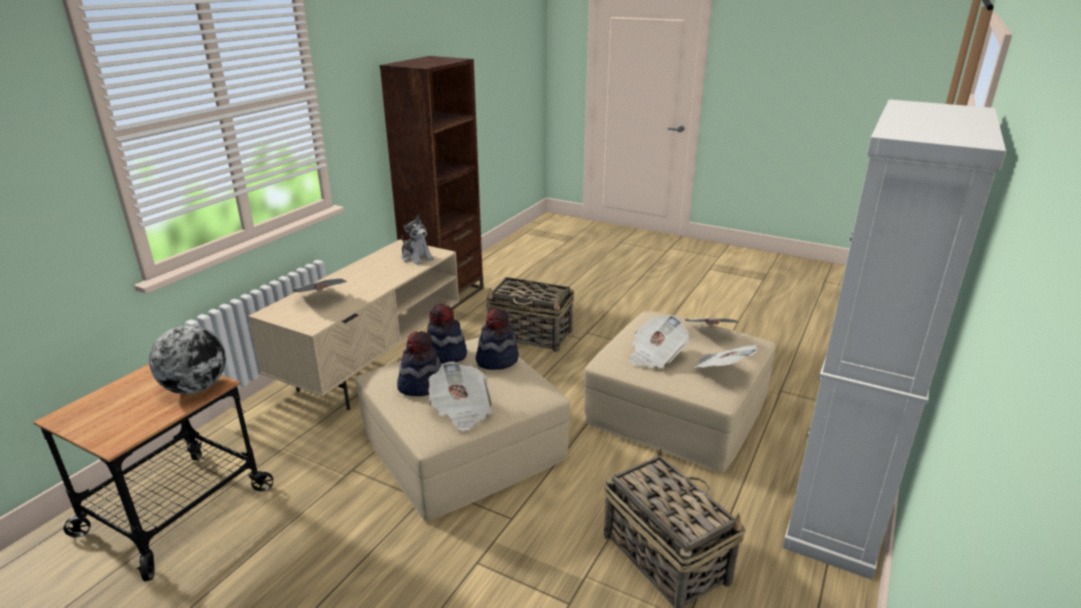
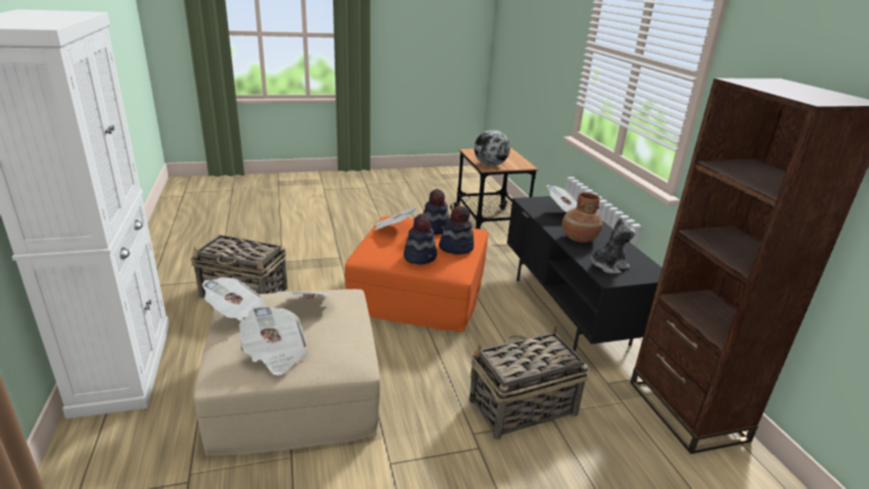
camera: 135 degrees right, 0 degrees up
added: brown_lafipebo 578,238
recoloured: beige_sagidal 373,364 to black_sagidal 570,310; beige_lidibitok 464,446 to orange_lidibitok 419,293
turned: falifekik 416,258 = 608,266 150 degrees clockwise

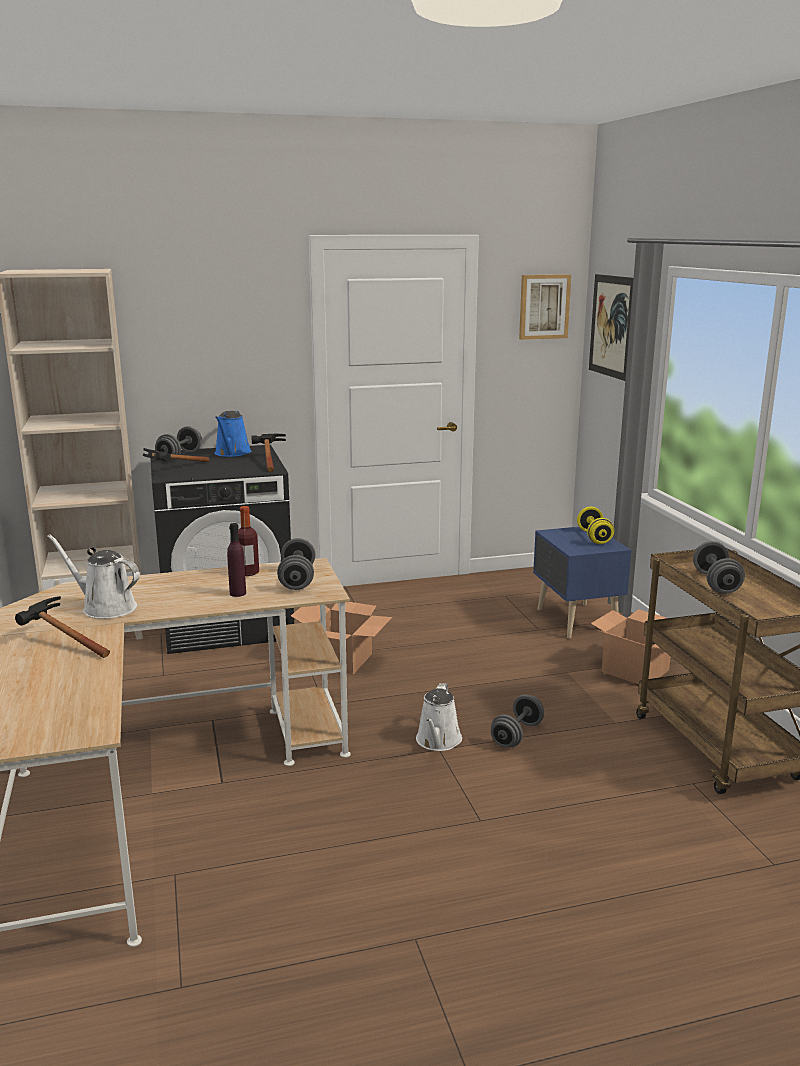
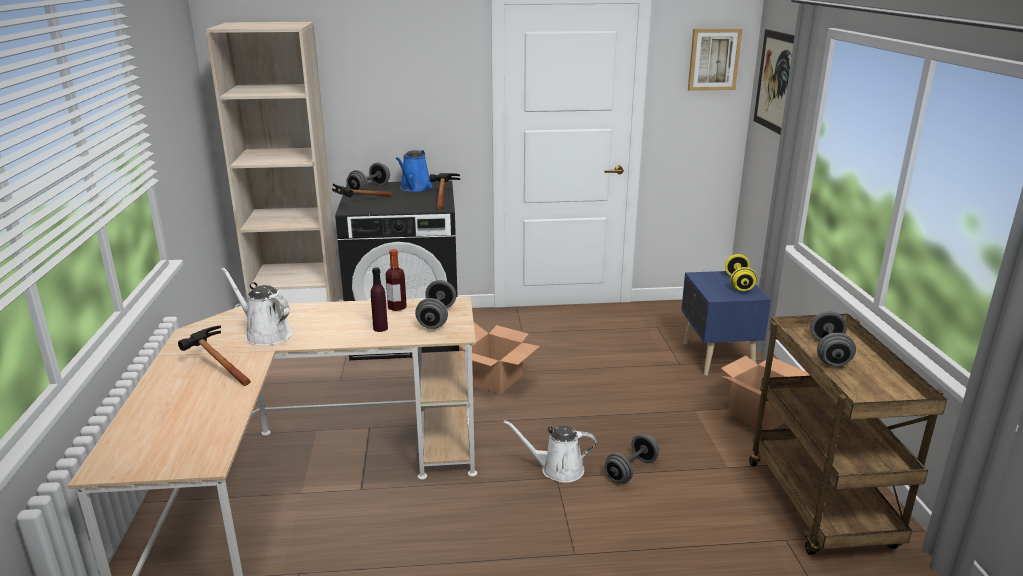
camera: 10 degrees right, 5 degrees up
turned: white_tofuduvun 438,741 = 557,469 75 degrees clockwise

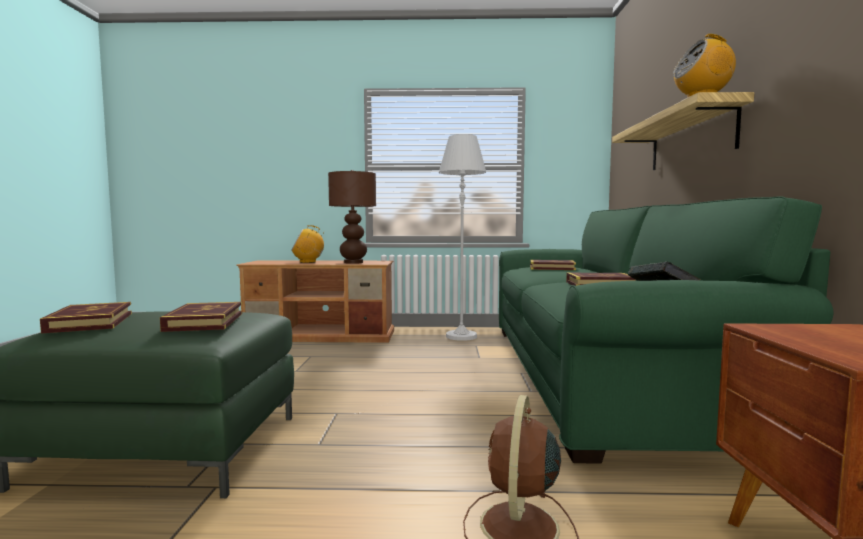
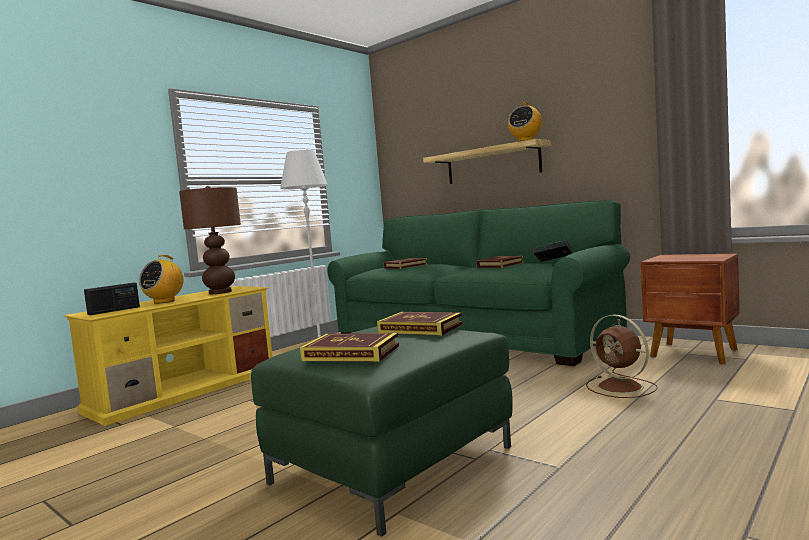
camera: 50 degrees left, 0 degrees up
added: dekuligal 114,310
recoloured: brown_sagidal 321,335 to yellow_sagidal 187,389

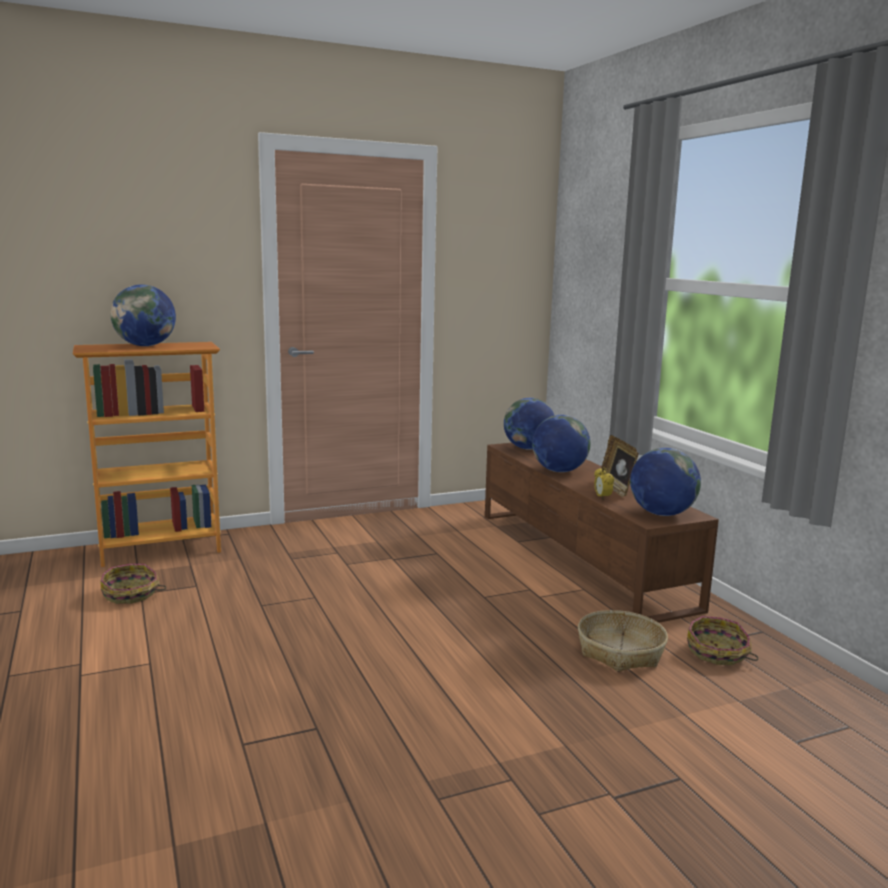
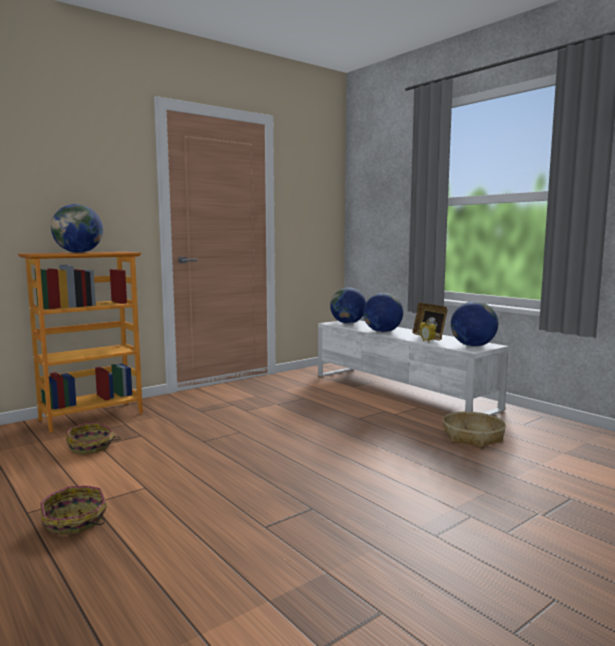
camera: 15 degrees left, 5 degrees down
moved: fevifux 717,653 to 75,522
recoloured: brown_sagidal 580,558 to white_sagidal 401,391

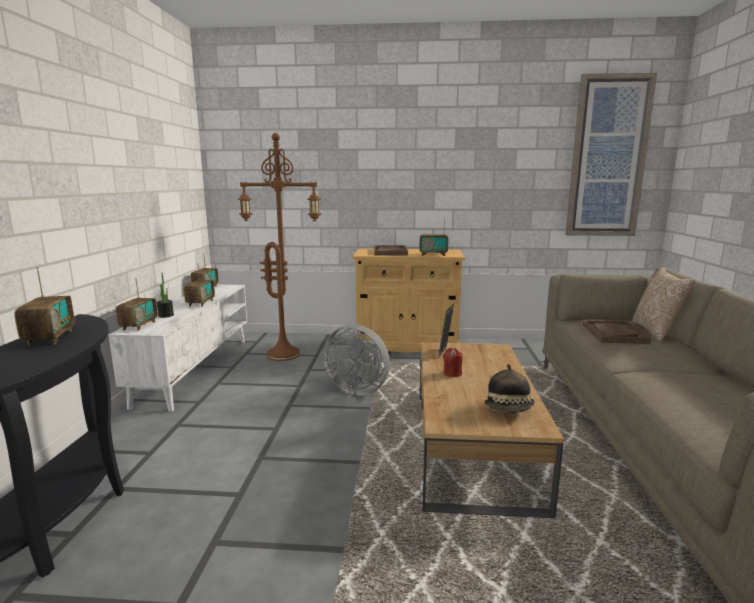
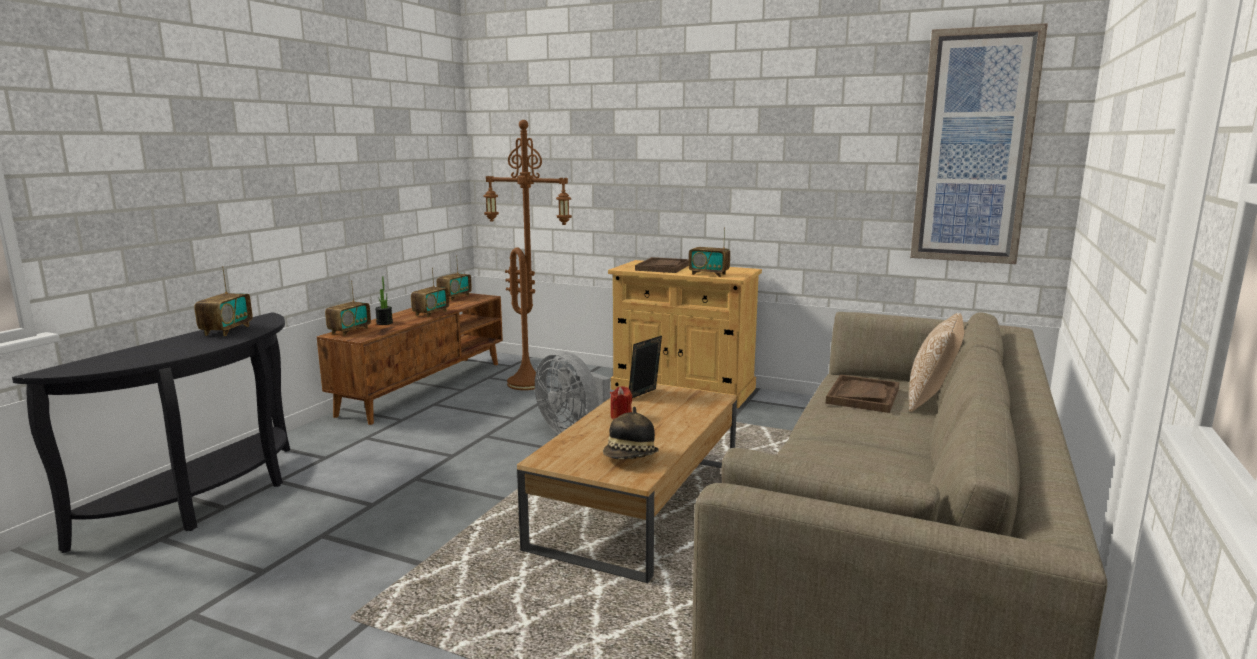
camera: 20 degrees right, 0 degrees up
recoloured: white_sagidal 195,369 to brown_sagidal 424,387

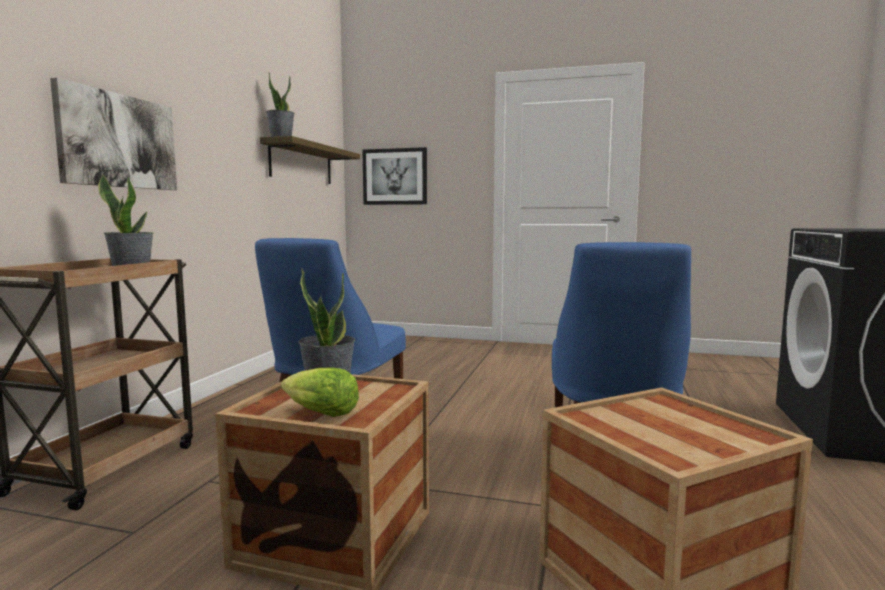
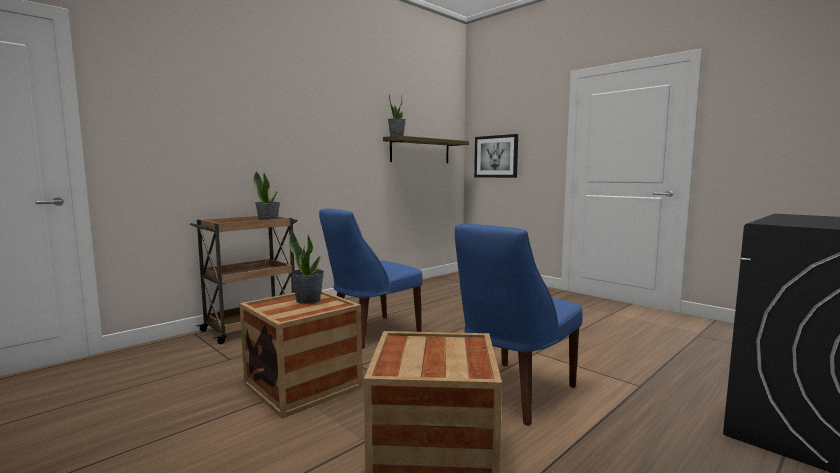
camera: 30 degrees right, 0 degrees up
removed: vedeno 118,141; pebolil 320,413

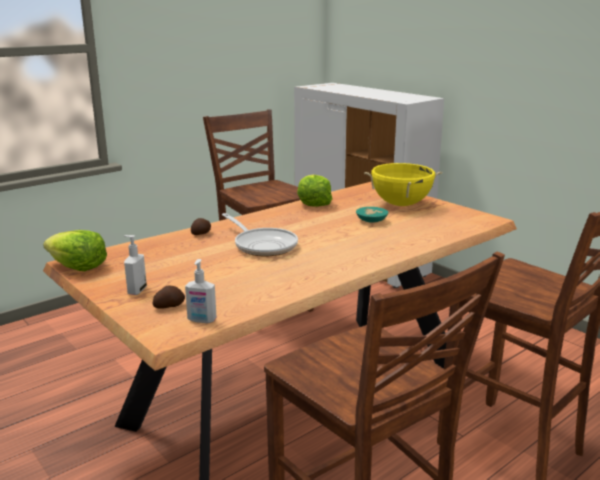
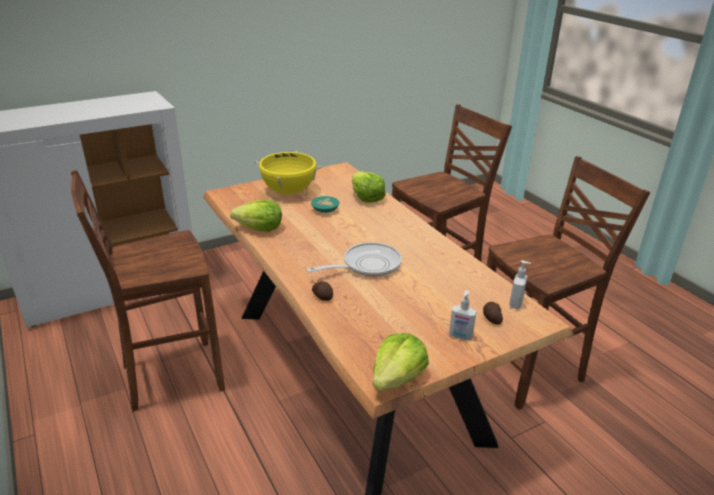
camera: 80 degrees left, 10 degrees up
added: pebolil 366,198

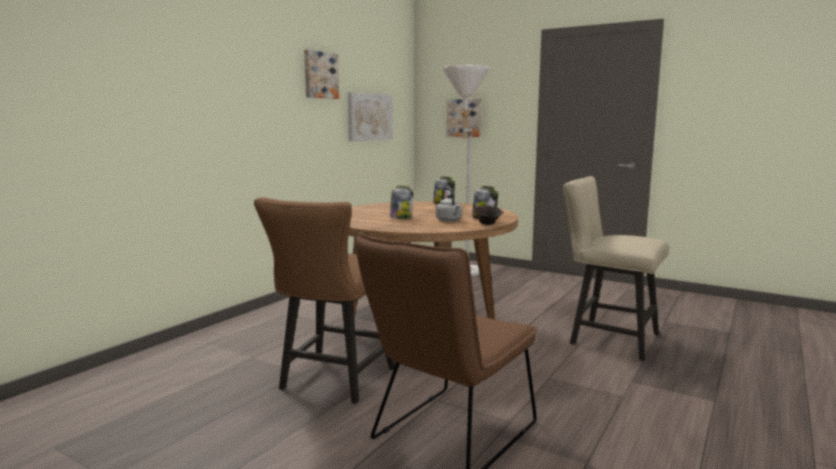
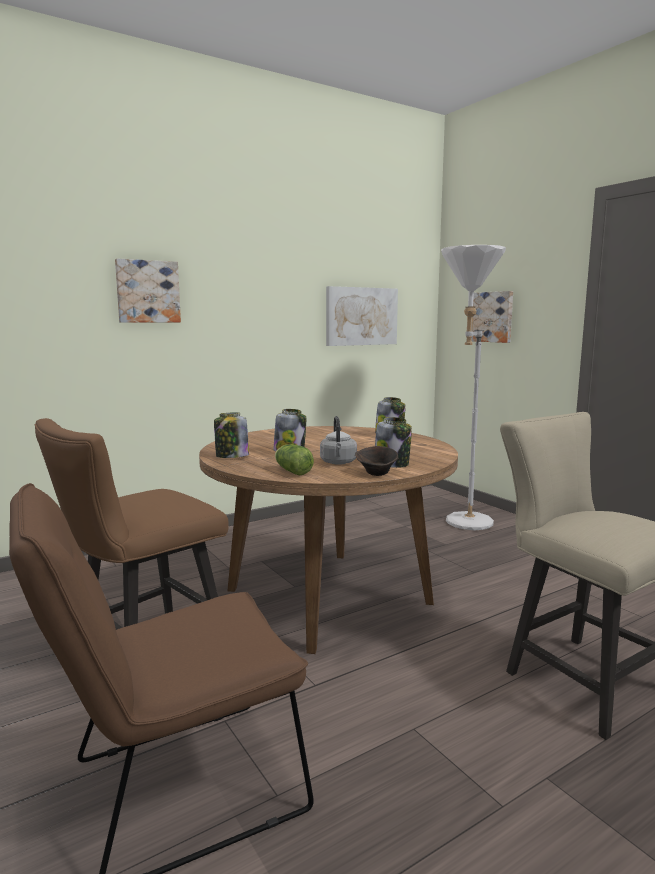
camera: 25 degrees right, 0 degrees up
added: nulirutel 231,456; pebolil 292,471
moved: vedeno 320,75 to 147,291

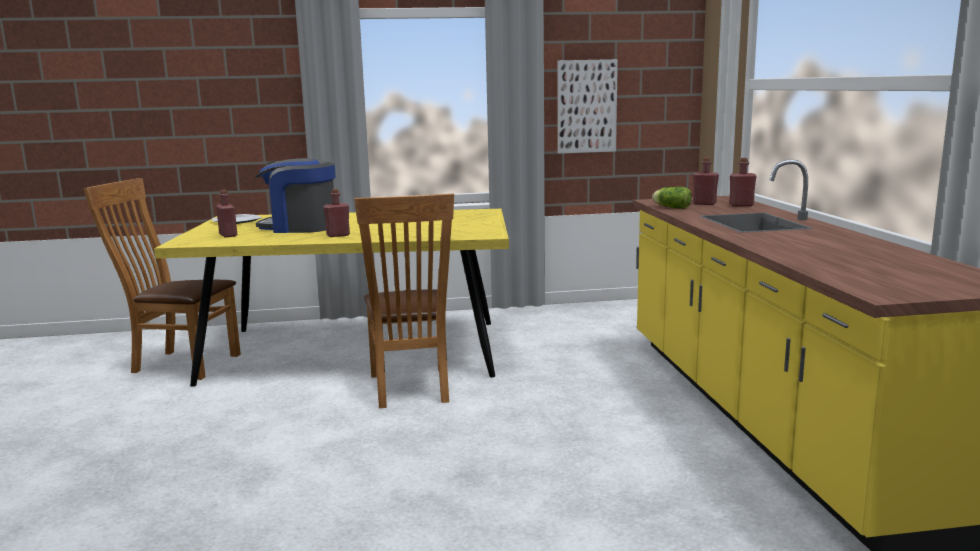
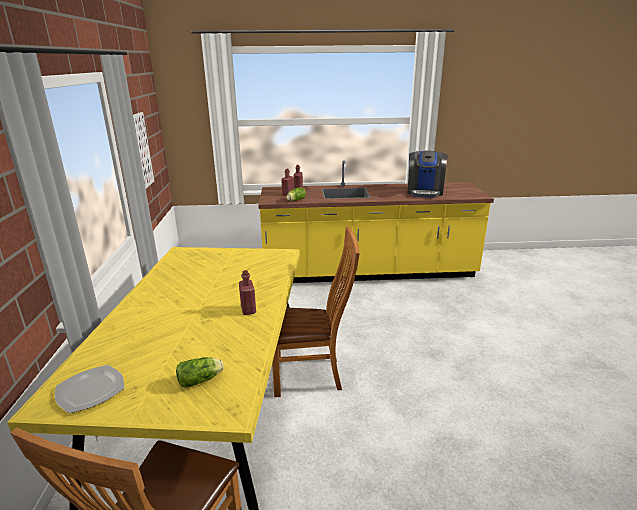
camera: 85 degrees left, 10 degrees up
moved: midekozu 300,227 to 425,192
replaced: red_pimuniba 228,235 to pebolil 201,380

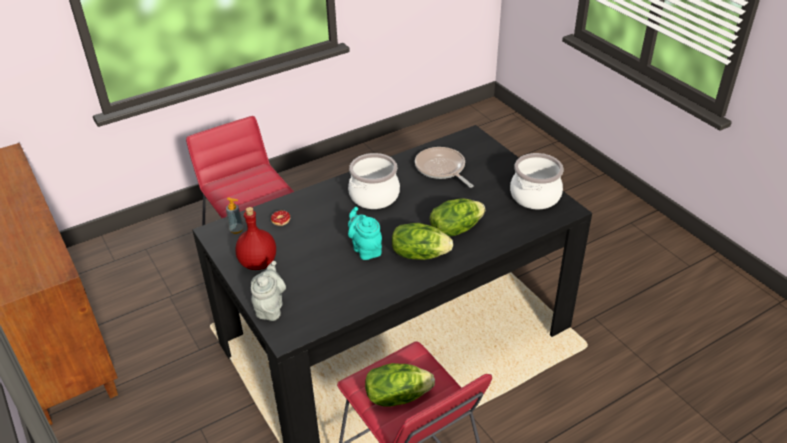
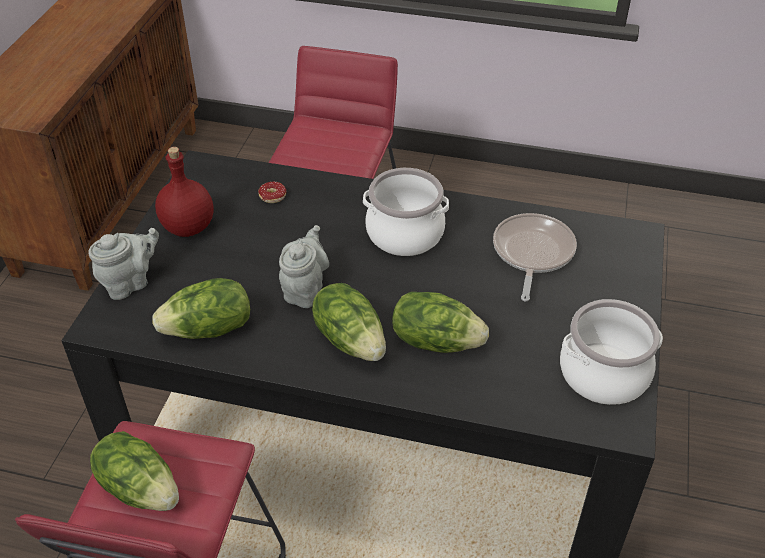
camera: 45 degrees right, 5 degrees up
removed: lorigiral 236,229
added: pebolil 209,330
recoloured: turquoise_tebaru 365,249 to grey_tebaru 305,290

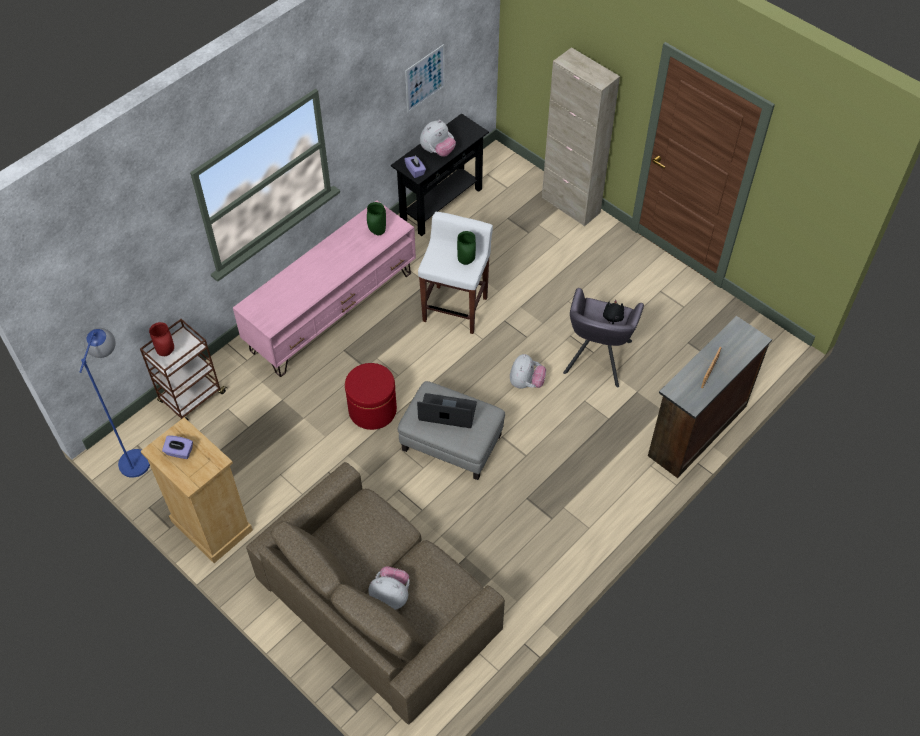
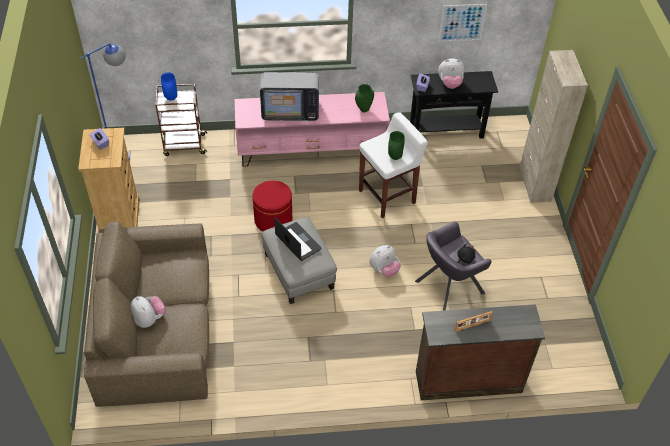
camera: 40 degrees right, 5 degrees down
added: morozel 290,110
recoloured: red_lafipebo 166,352 to blue_lafipebo 170,98

